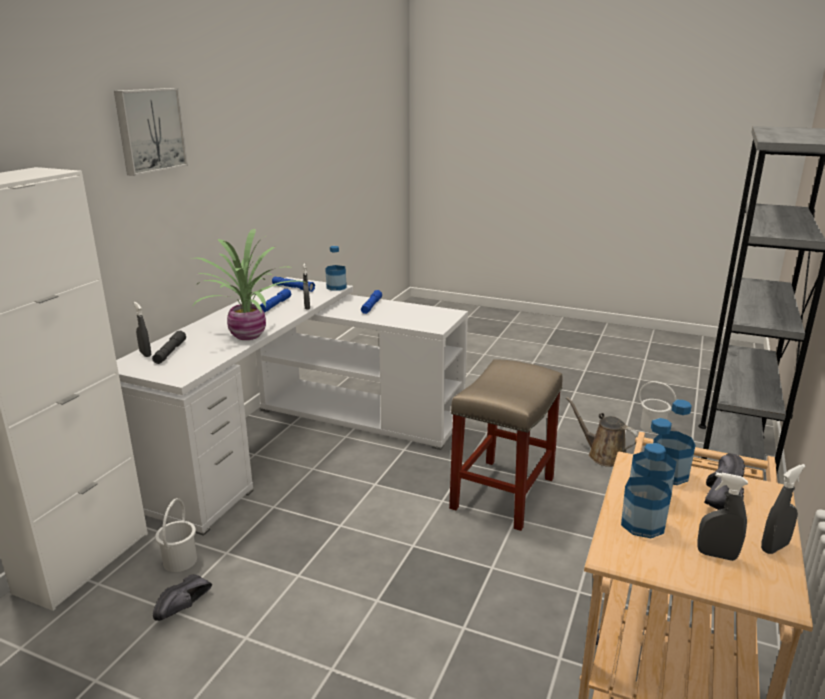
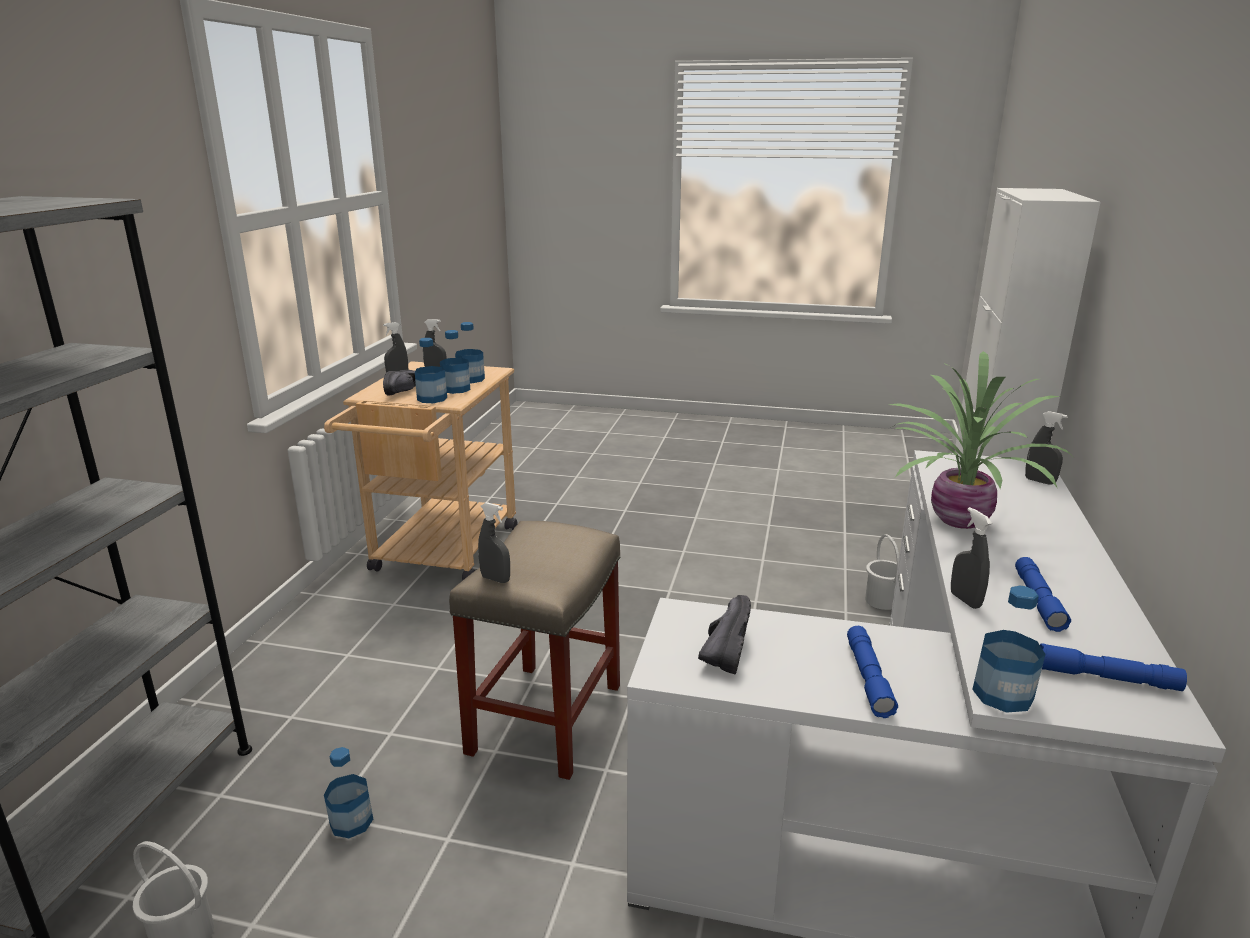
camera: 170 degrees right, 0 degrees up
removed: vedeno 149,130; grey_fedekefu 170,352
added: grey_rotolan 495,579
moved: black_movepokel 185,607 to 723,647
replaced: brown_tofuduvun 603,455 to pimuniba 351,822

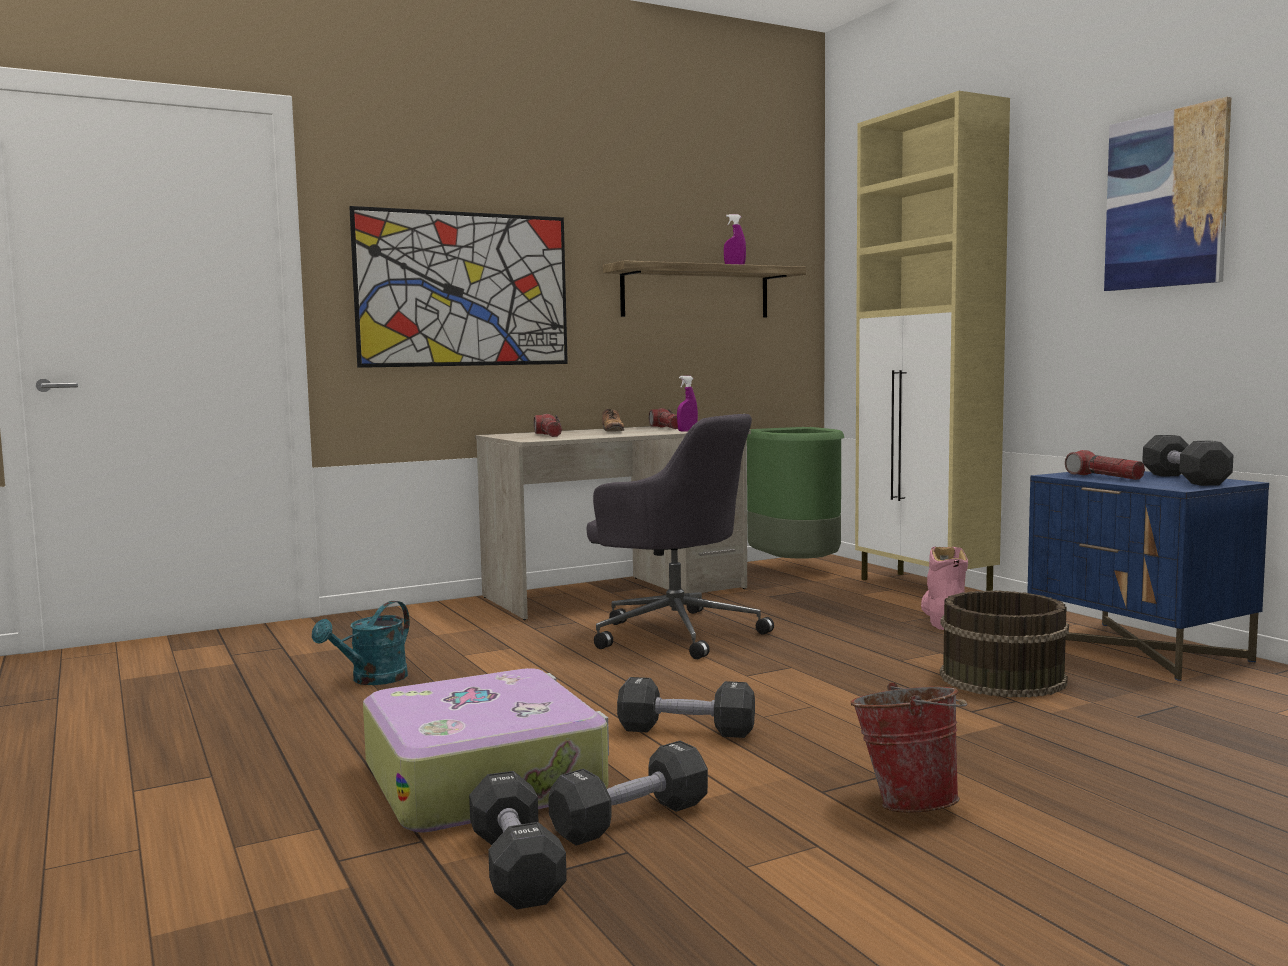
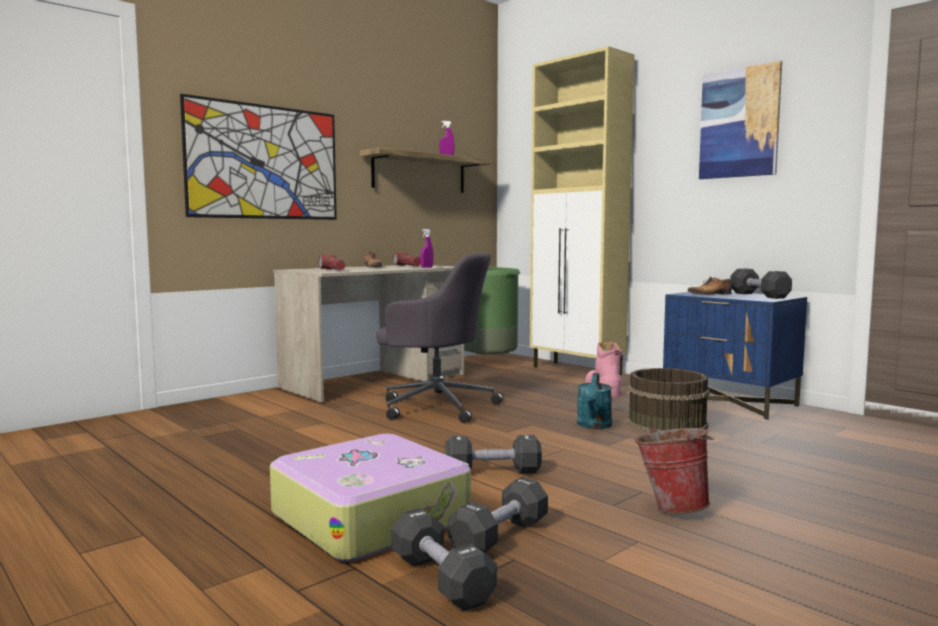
camera: 15 degrees left, 0 degrees up
moved: turquoise_tofuduvun 372,680 to 593,426
replaced: fedekefu 1103,477 to movepokel 711,295

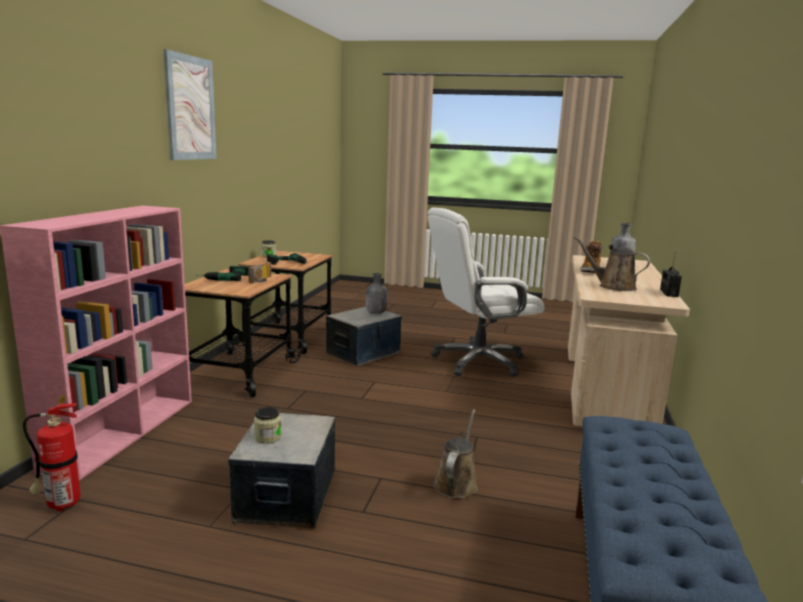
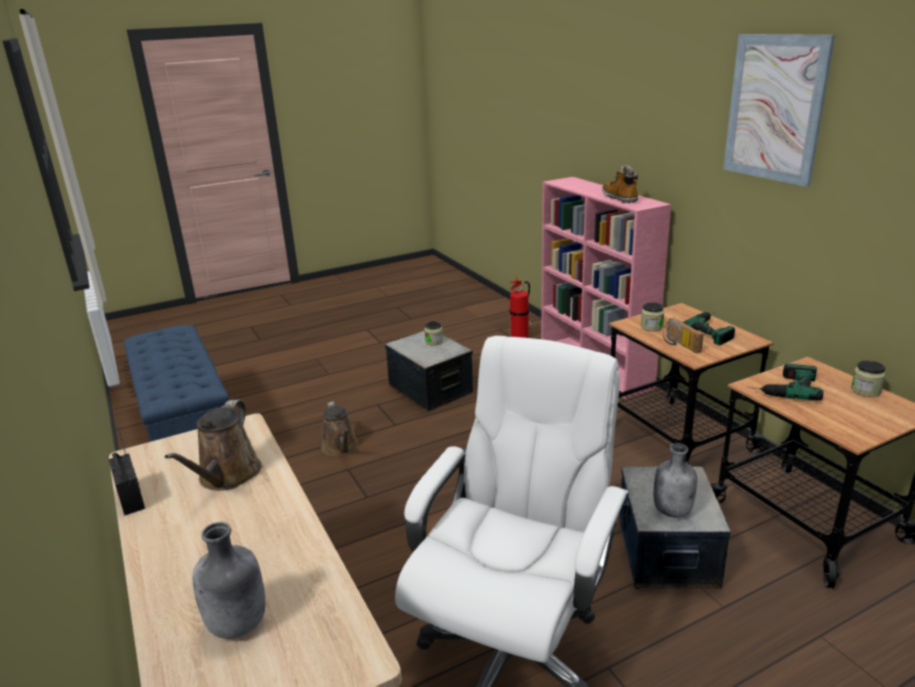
camera: 140 degrees right, 10 degrees up
added: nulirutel 651,327
moved: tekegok 590,271 to 620,198
turned: brown_tofuduvun 613,286 = 227,476 105 degrees clockwise

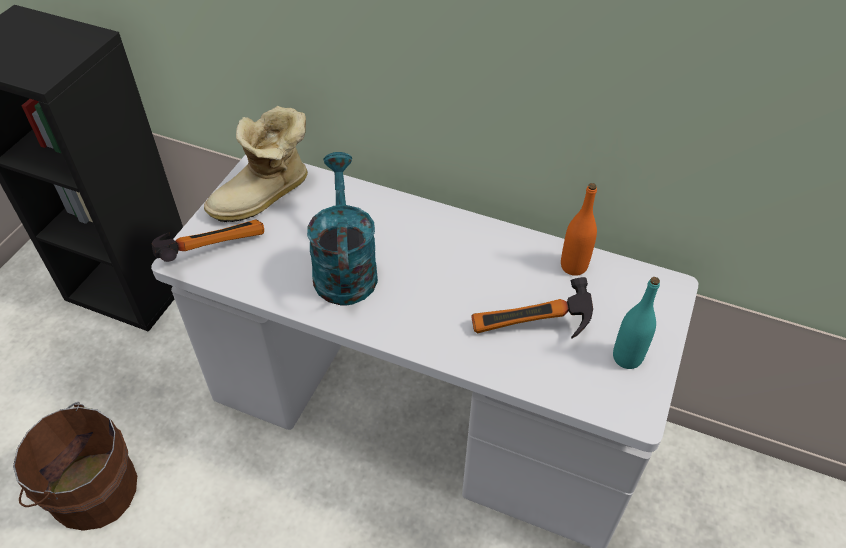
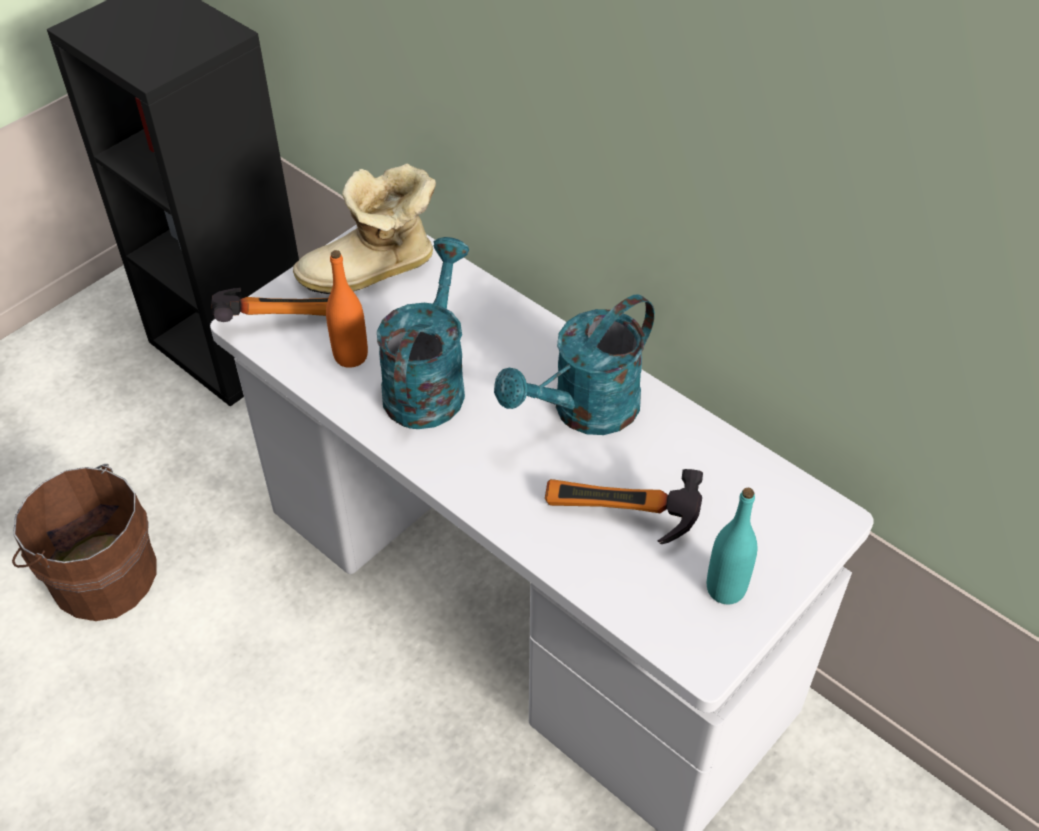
camera: 20 degrees right, 0 degrees up
added: turquoise_tofuduvun 584,412
moved: orange_pimuniba 573,266 to 351,356

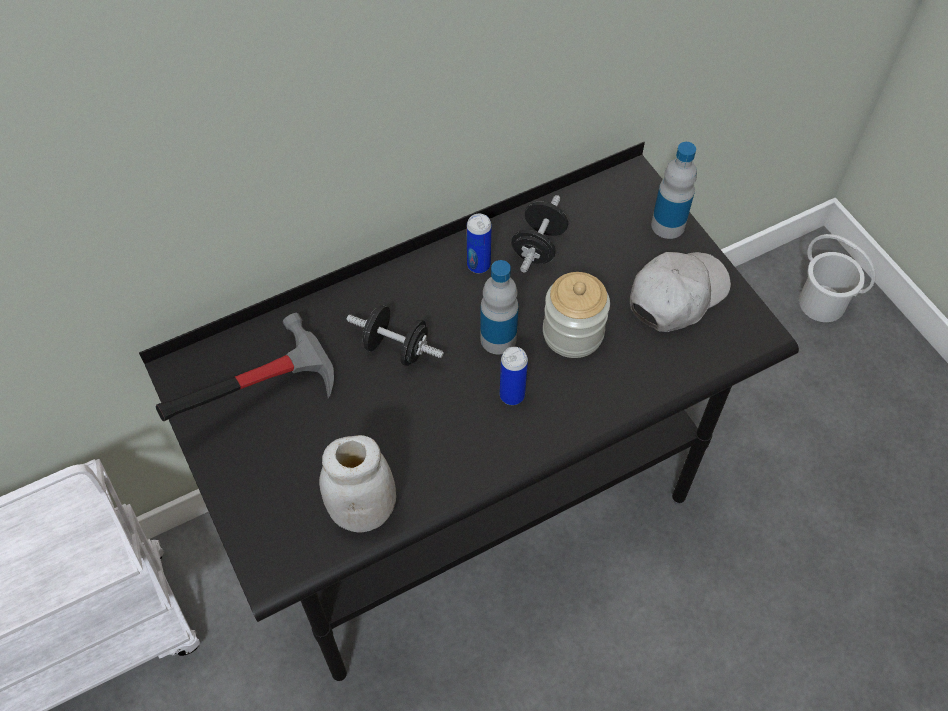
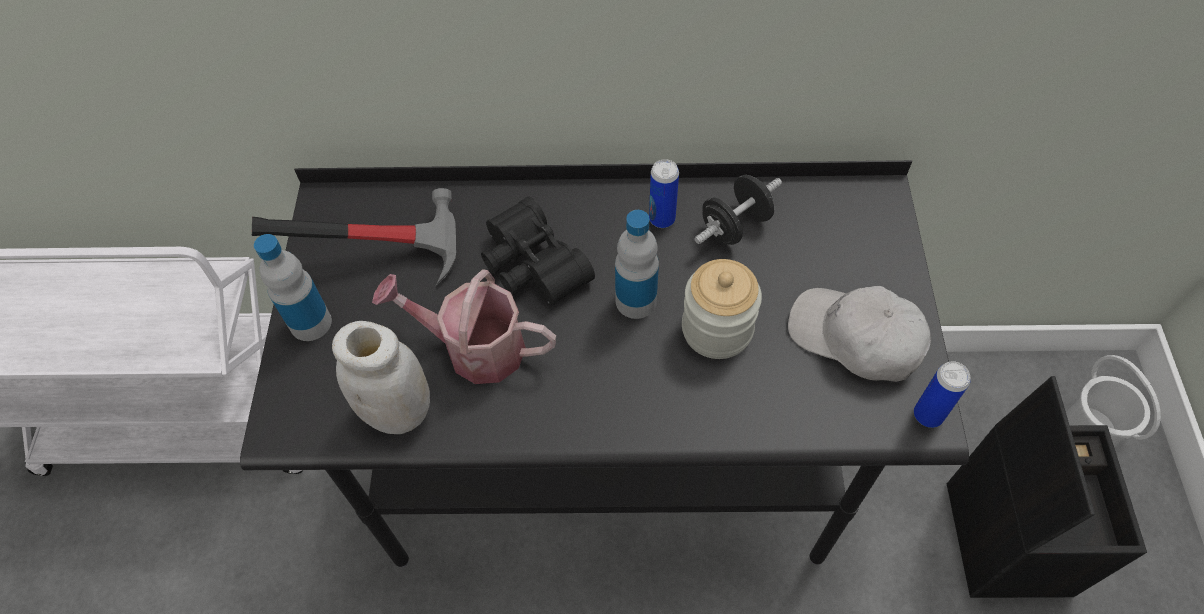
camera: 30 degrees right, 0 degrees up
added: tofuduvun 474,348; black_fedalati 1004,536
moved: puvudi 512,395 to 928,415; pimuniba 668,225 to 310,323
replaced: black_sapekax 396,348 to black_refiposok 530,266
turned: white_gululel 676,295 = 856,338 135 degrees counterclockwise

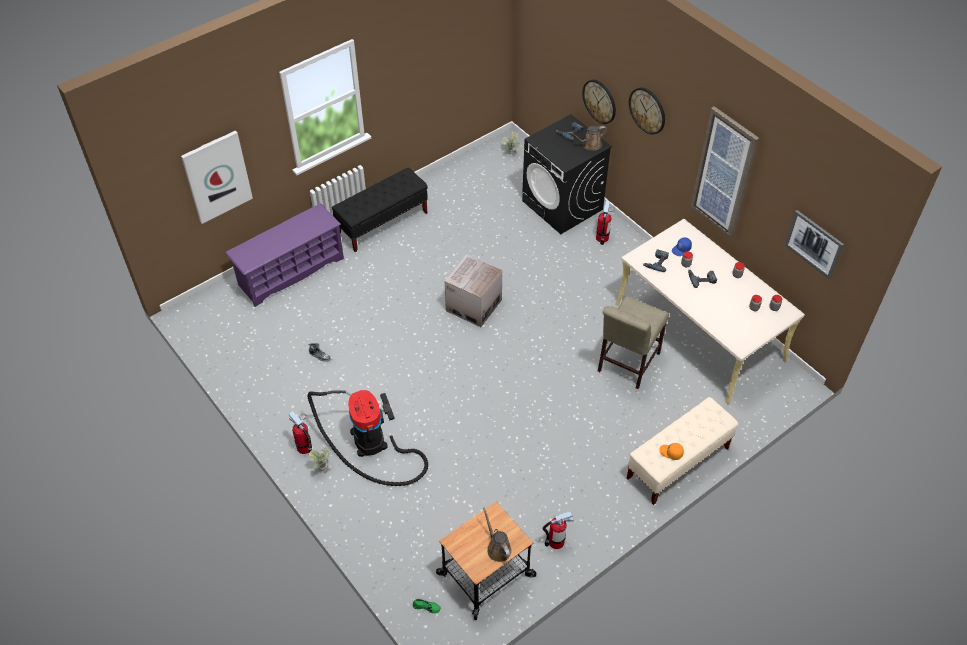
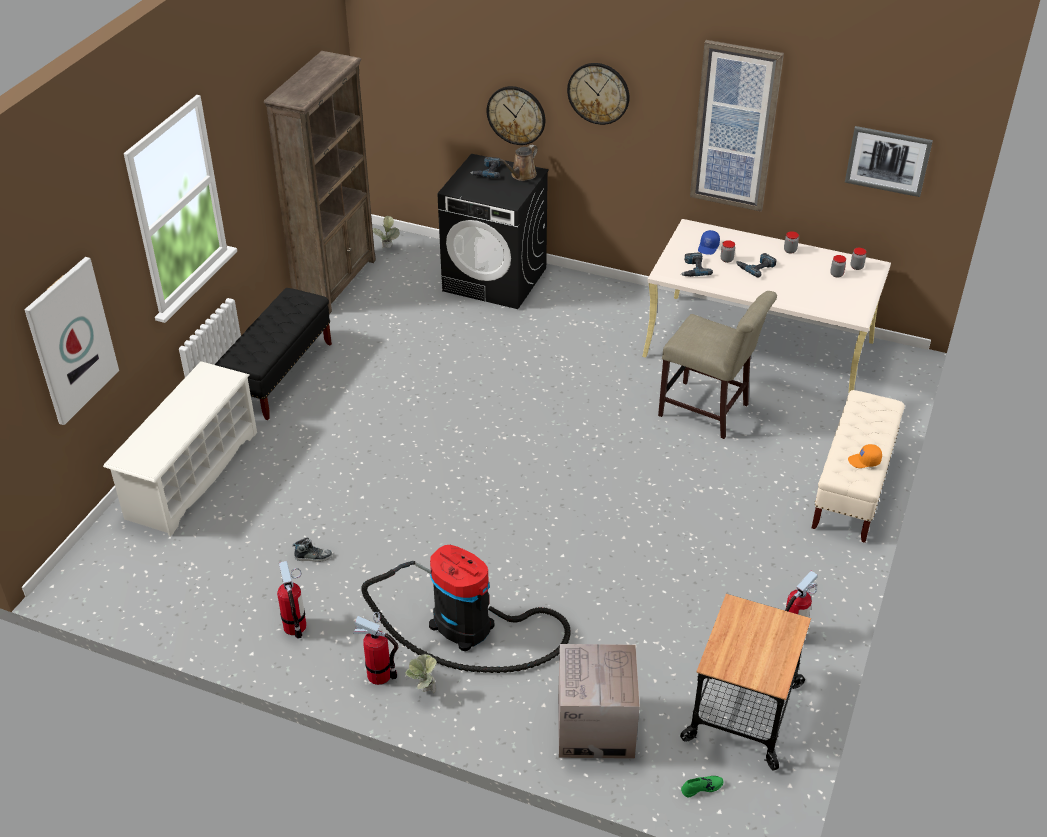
camera: 30 degrees left, 10 degrees down
removed: brown_tofuduvun 497,548
added: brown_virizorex 336,282
moved: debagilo 473,305 to 595,726; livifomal 602,238 to 295,626
recoloured: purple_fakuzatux 290,271 to white_fakuzatux 192,475
turned: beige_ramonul 626,364 = 708,412 60 degrees counterclockwise

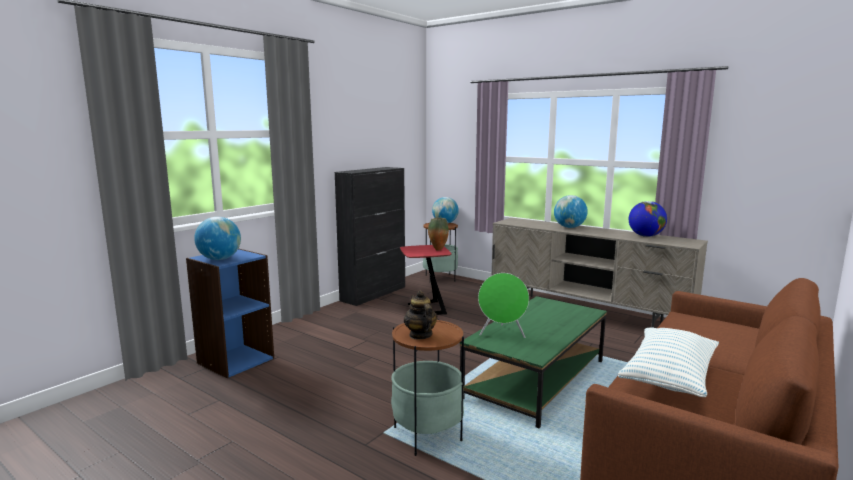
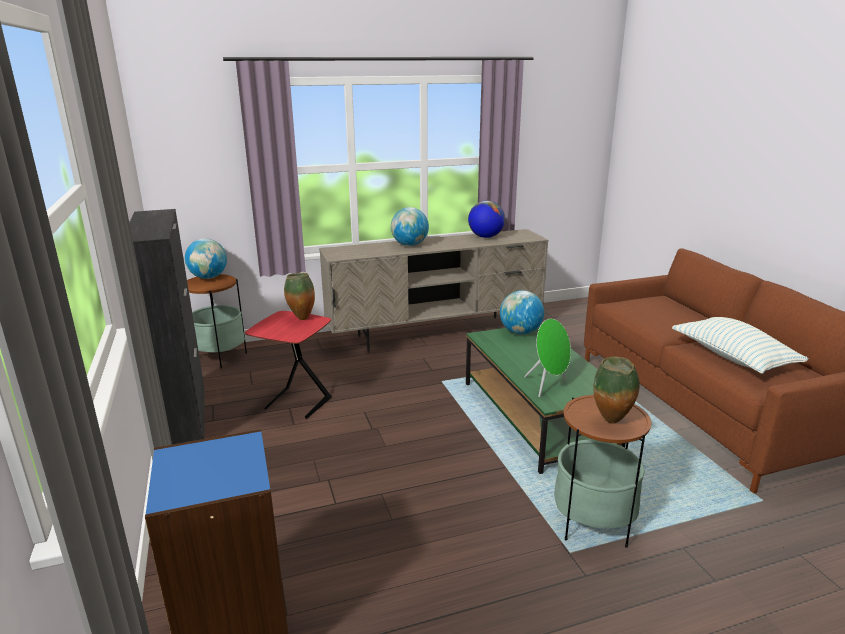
camera: 55 degrees left, 10 degrees up
moved: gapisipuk 219,259 to 520,332
replaced: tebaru 420,335 to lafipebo 611,422

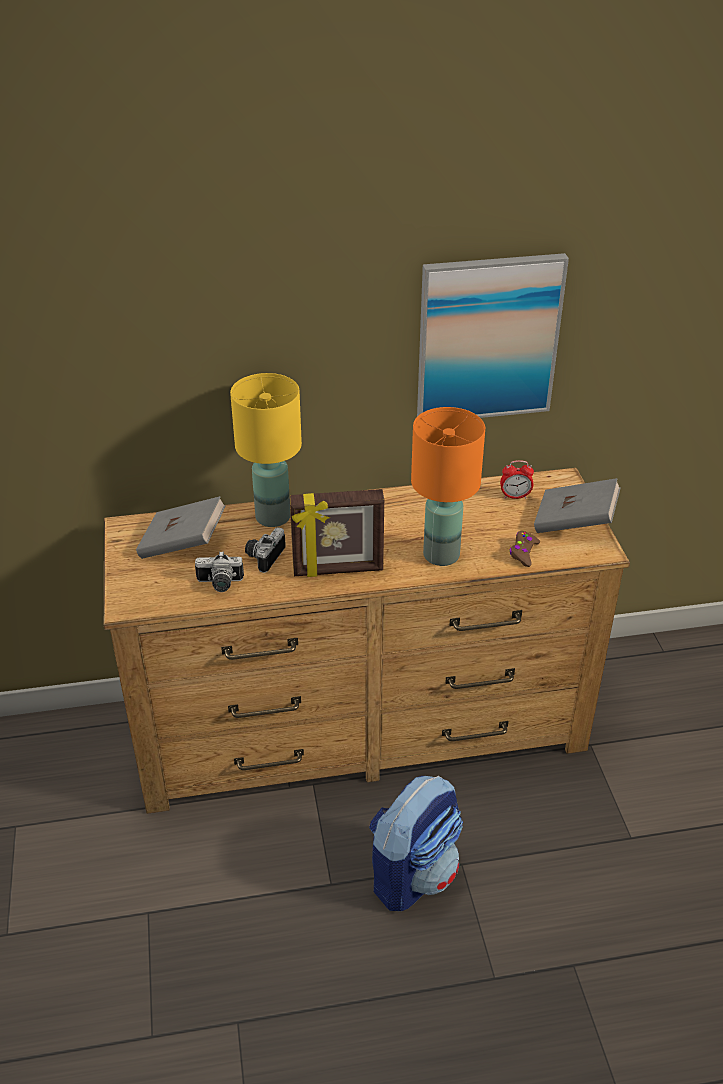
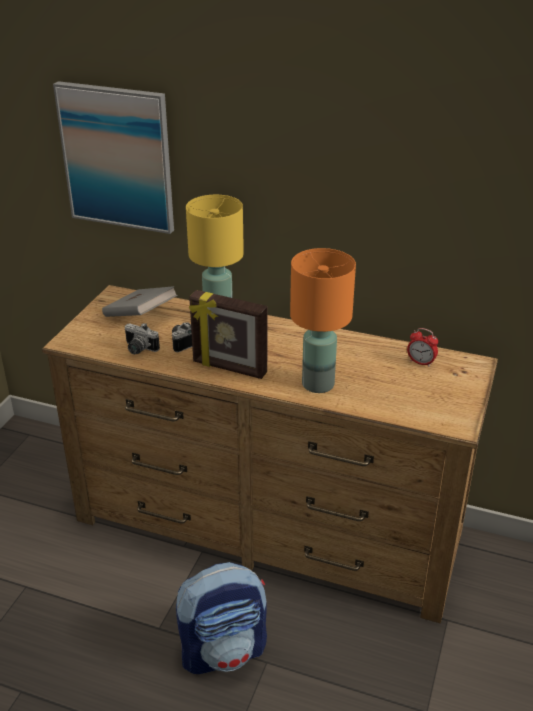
camera: 30 degrees right, 5 degrees down
removed: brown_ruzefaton 523,552; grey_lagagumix 574,523
moved: vedeno 488,339 to 117,157

